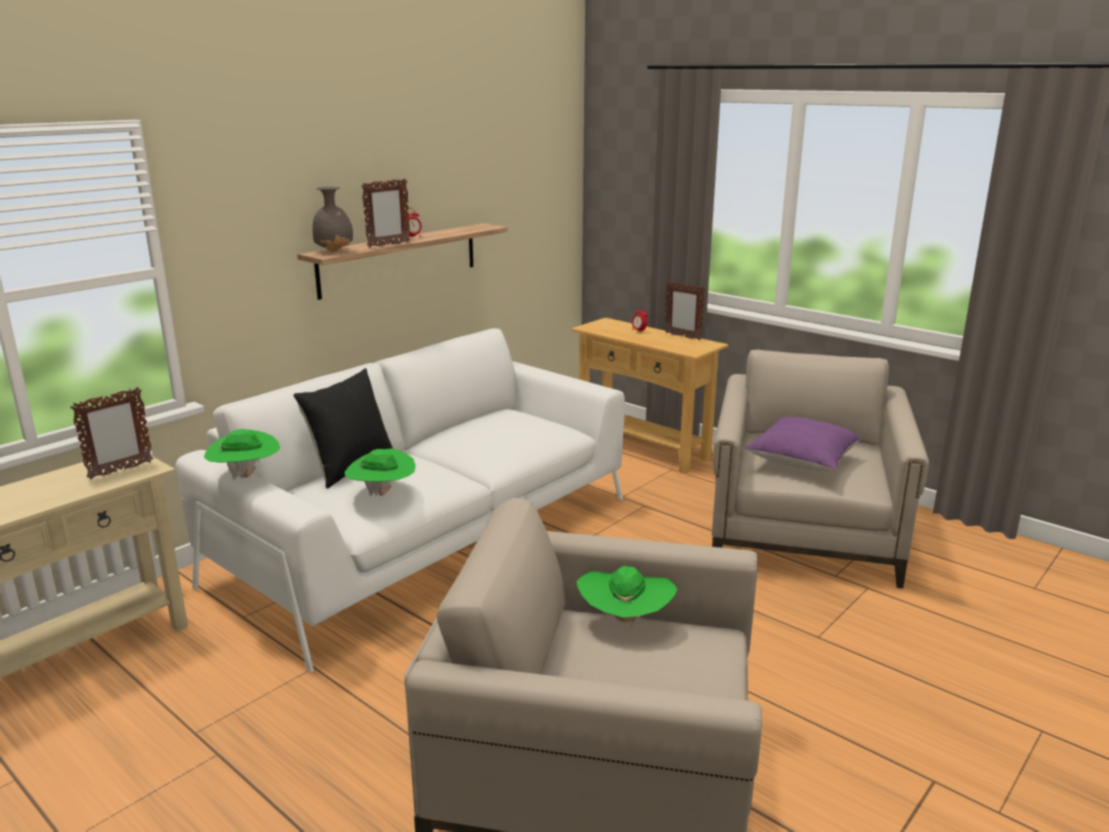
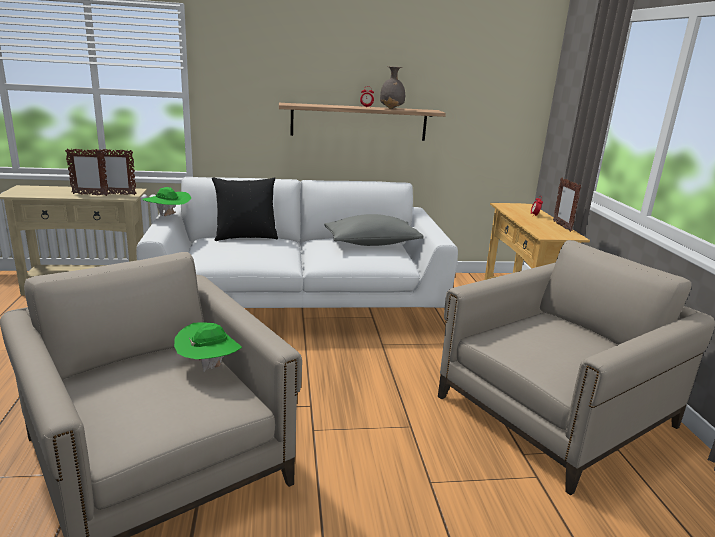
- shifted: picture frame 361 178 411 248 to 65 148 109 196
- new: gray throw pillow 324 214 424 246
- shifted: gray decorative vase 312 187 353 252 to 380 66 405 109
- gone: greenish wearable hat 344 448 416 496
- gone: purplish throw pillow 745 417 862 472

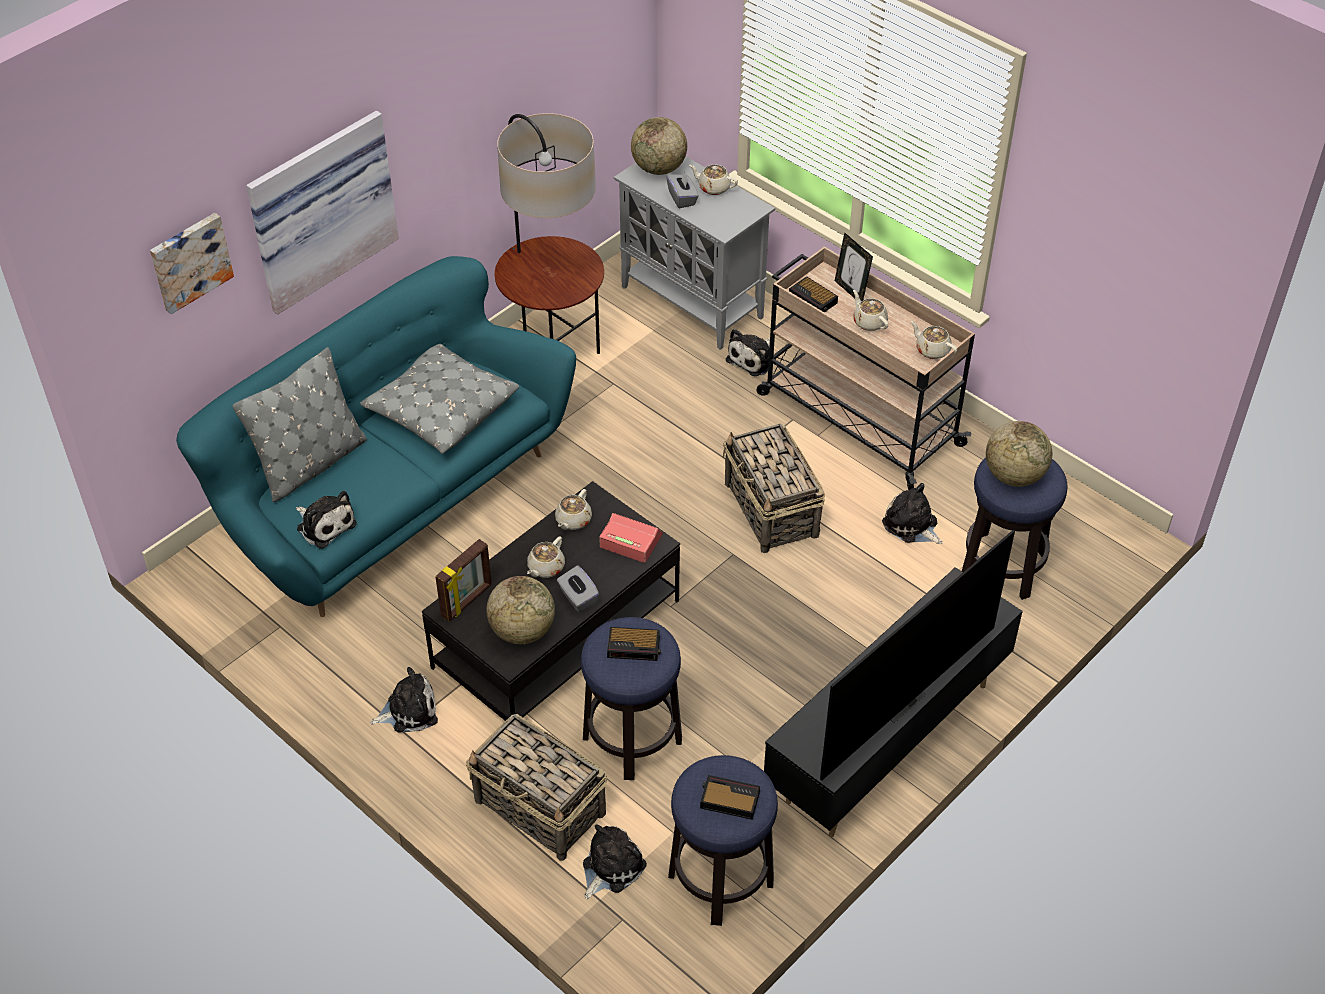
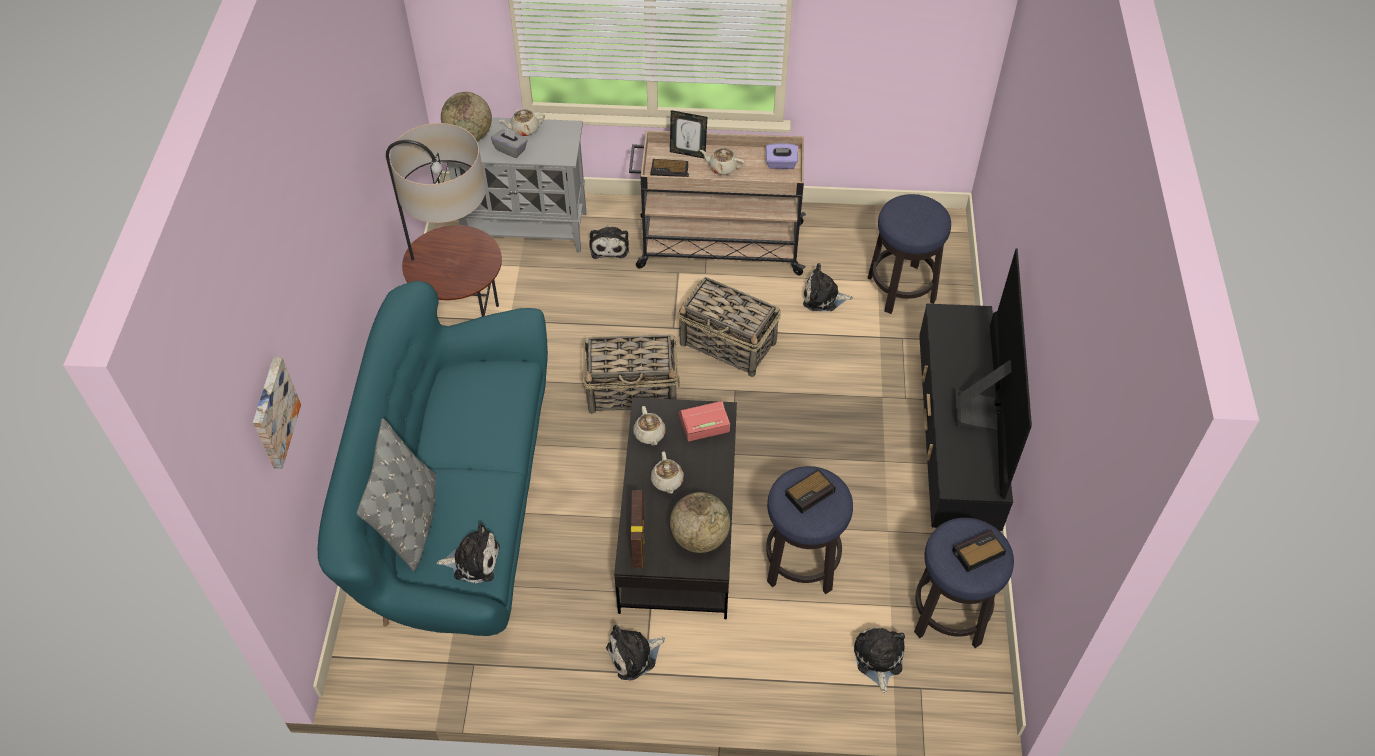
- shifted: storage basket 466 714 607 861 to 583 334 680 414
- rotated: soft toy 371 667 438 733 = 606 625 665 680 150 degrees counterclockwise
- swapped: beige tea pot 911 321 957 359 to purplish box of tissues 766 143 798 169
- gone: wall picture 246 111 399 315
- gone: gray throw pillow 360 344 519 454
- gone: gray box of tissues 557 566 599 612
- gone: globe 986 421 1052 487

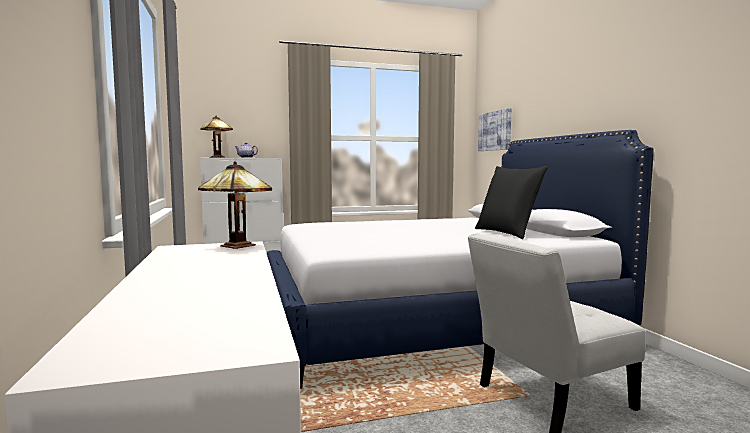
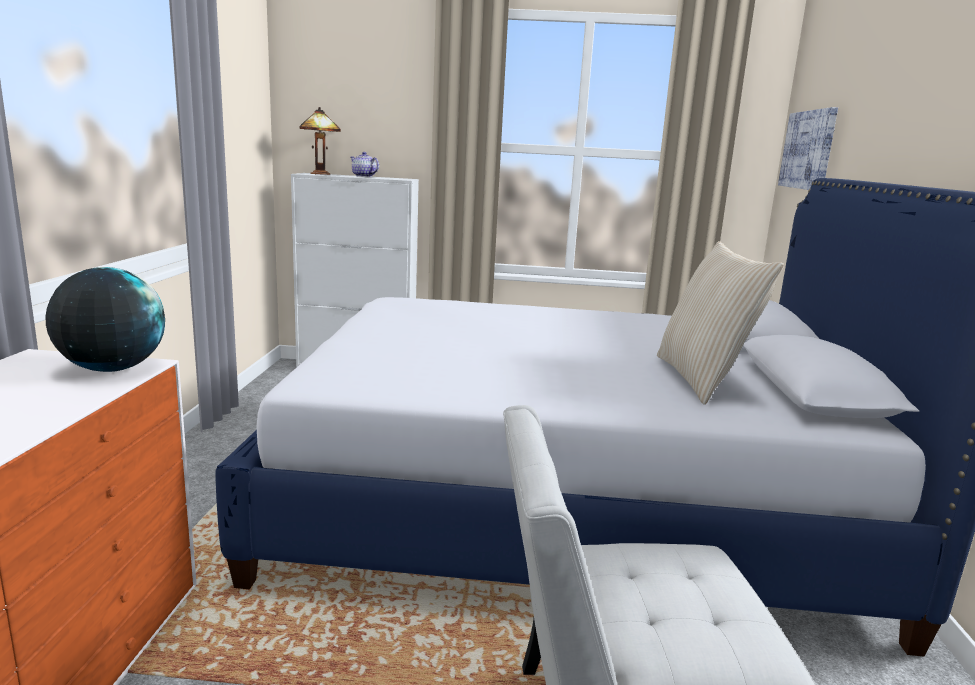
- swapped: lamp for a table 198 161 272 249 to globe 46 267 165 372
- repainted: blackish throw pillow 475 166 548 239 to beige throw pillow 657 241 784 405

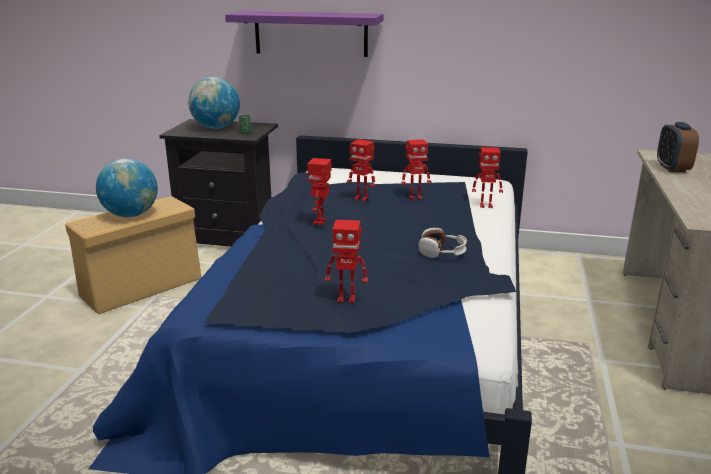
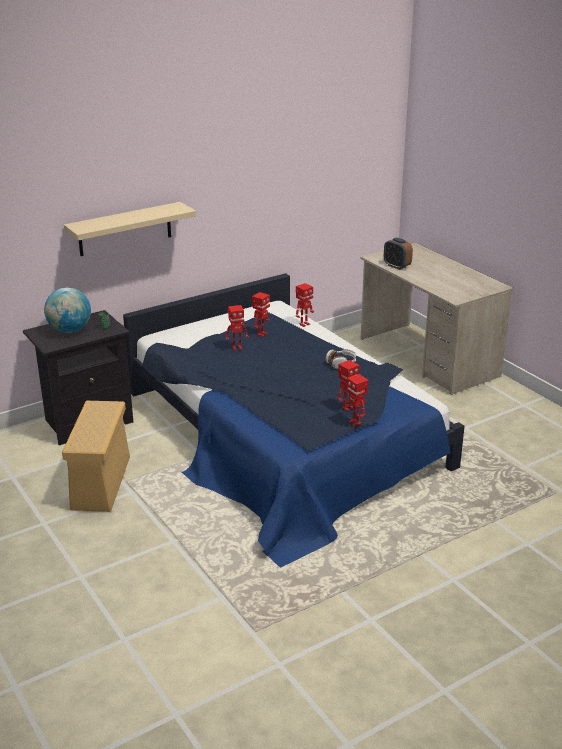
- repainted: purplish bracket shelf 225 11 384 57 to beige bracket shelf 64 202 196 256
- shifted: toy robot 308 158 331 225 to 346 374 369 427
- gone: globe 96 158 158 217

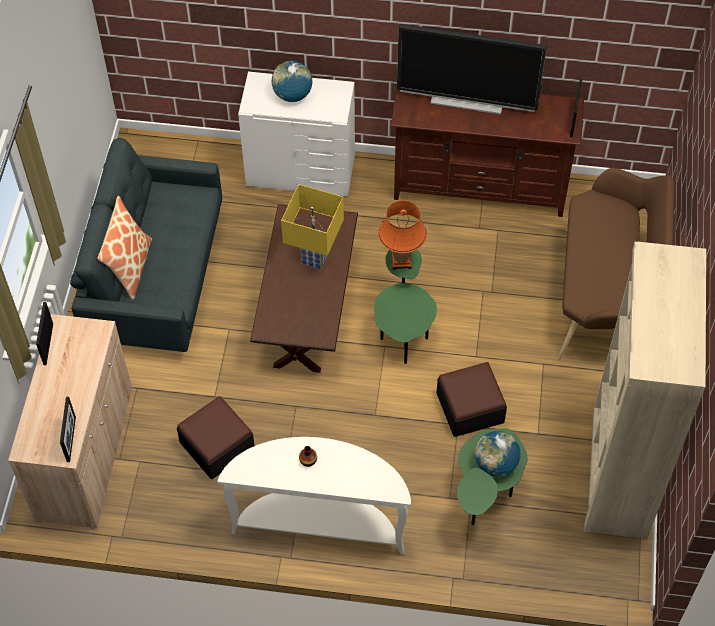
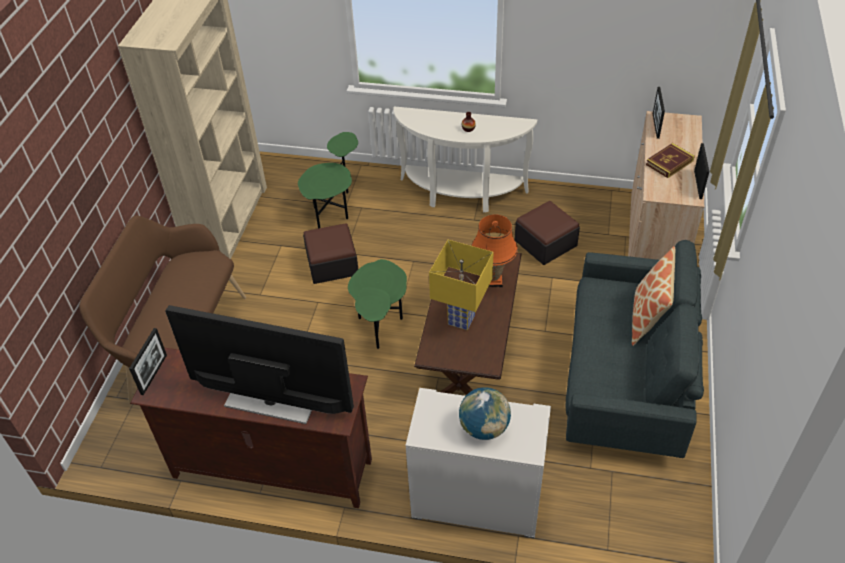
- shifted: orange-coloured lamp for a table 378 200 427 270 to 471 215 518 287
- new: bound book 646 143 695 178
- gone: globe 475 431 521 477

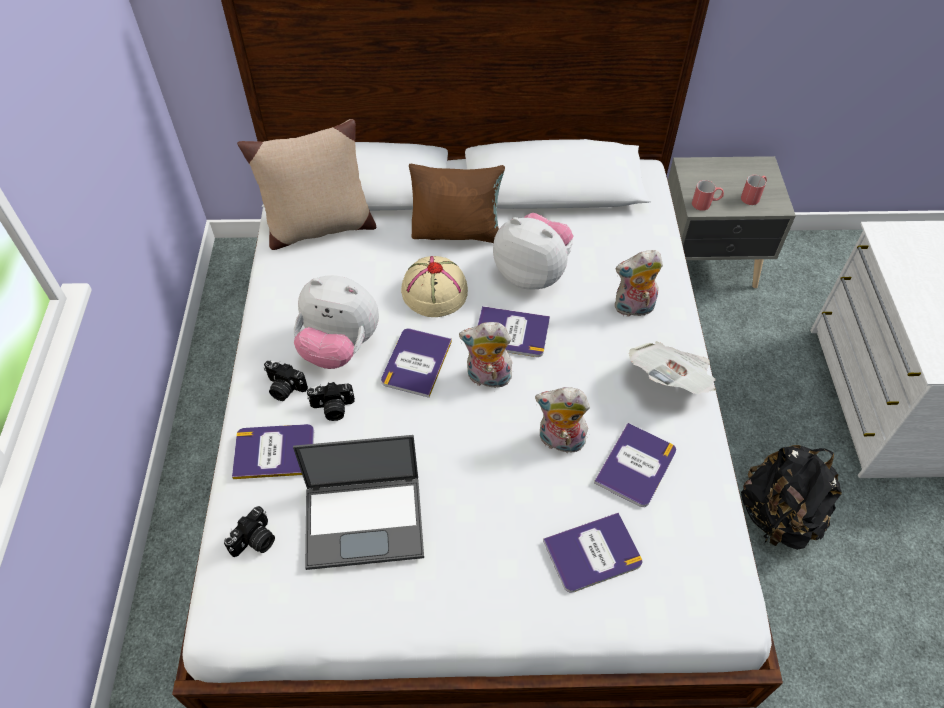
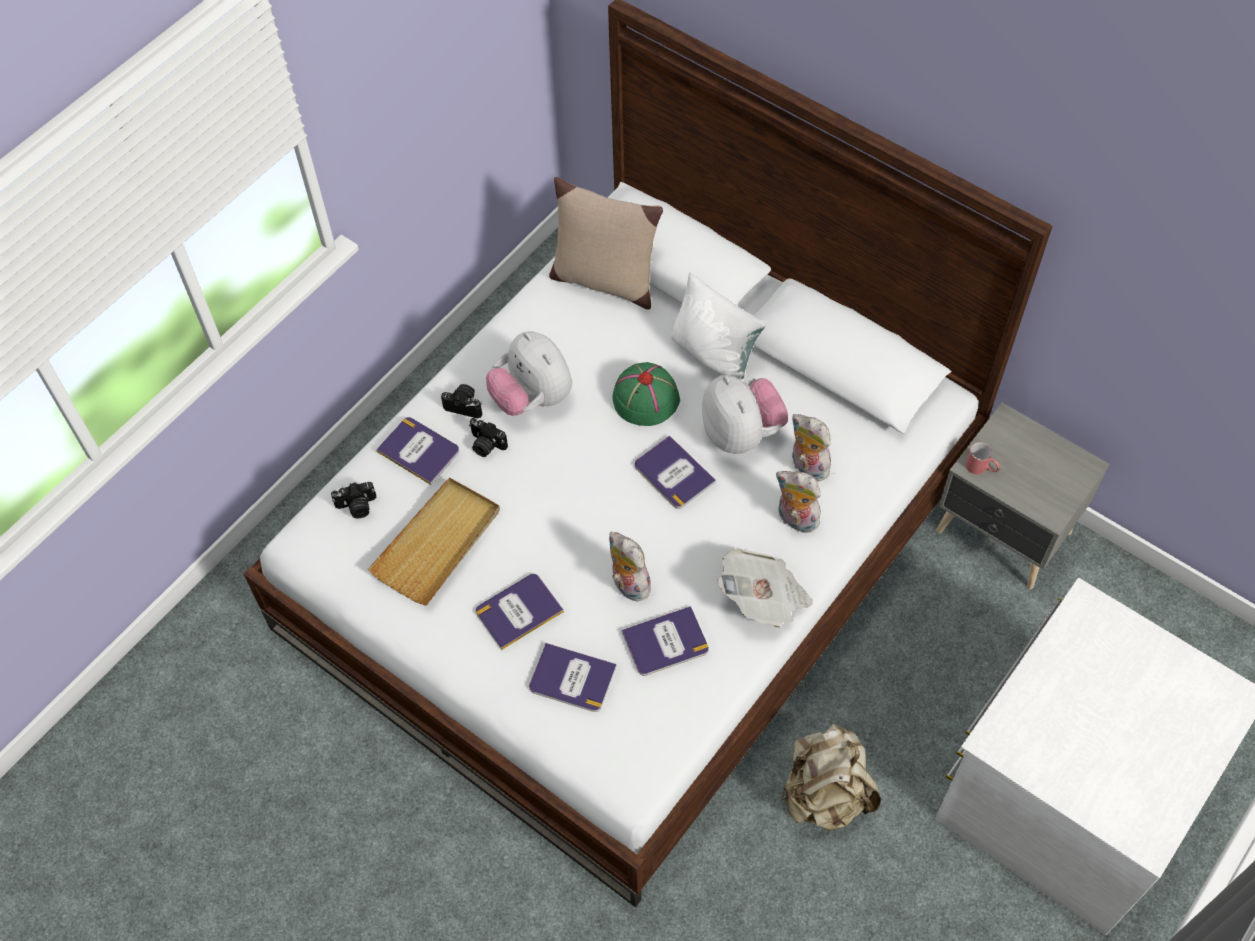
- swapped: portable computer 293 435 424 570 to beige tray 368 478 500 606
- rotated: photo camera 263 360 308 401 = 441 384 482 418 135 degrees clockwise
- shifted: bound book 381 328 452 398 to 476 574 564 650
- repainted: beige wearable hat 401 256 468 317 to greenish wearable hat 612 362 680 426
- repainted: brown-coloured throw pillow 409 164 505 243 to white-coloured throw pillow 670 273 767 379
- repainted: blackish rucksack 741 445 842 550 to beige rucksack 781 724 881 831
- shifted: soft toy 459 322 512 388 to 792 414 831 482
- gone: red coffee mug 741 175 767 205

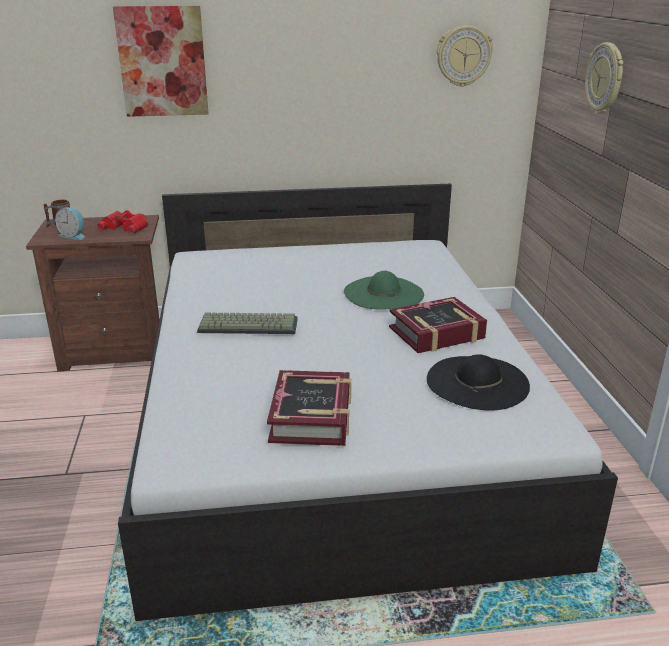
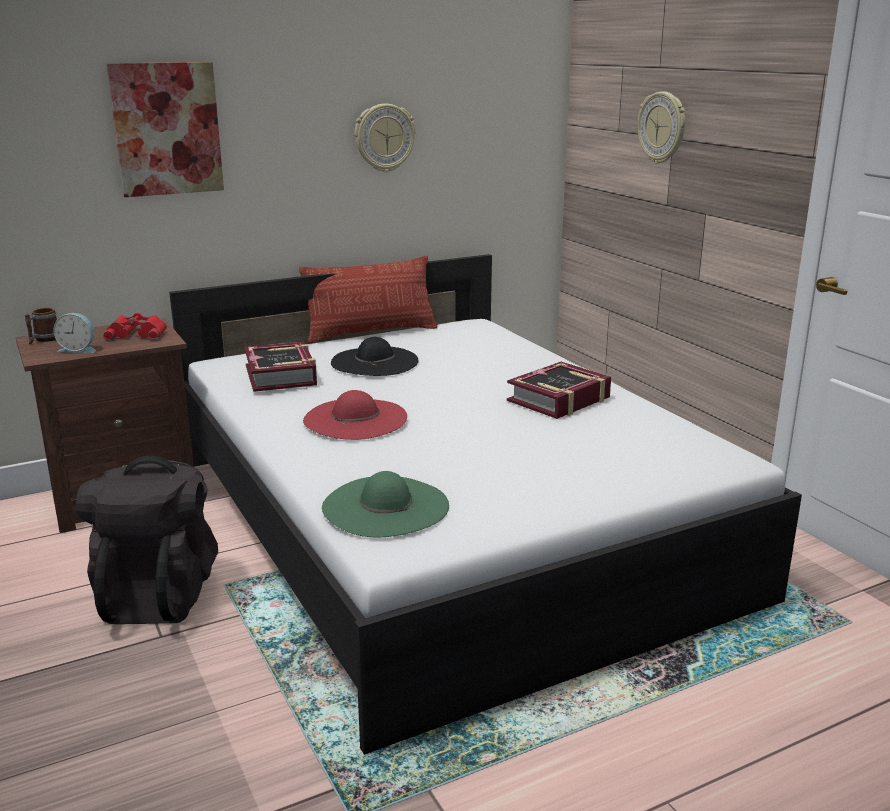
- new: blackish rucksack 76 455 218 624
- shifted: bound book 267 370 351 446 to 244 342 317 392
- new: throw pillow 299 256 437 343
- swapped: computer keyboard 197 313 298 334 to red wearable hat 303 390 407 440
- shifted: greenish wearable hat 344 271 424 309 to 322 471 449 537
- shifted: blackish wearable hat 427 354 530 411 to 331 337 418 376
- shifted: wall clock 437 25 493 87 to 355 104 416 172

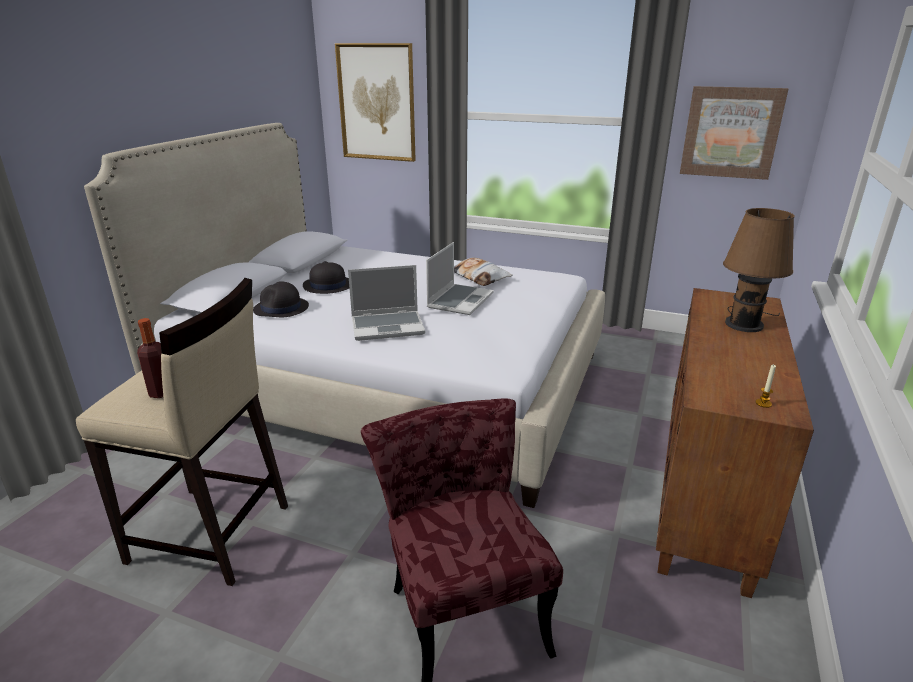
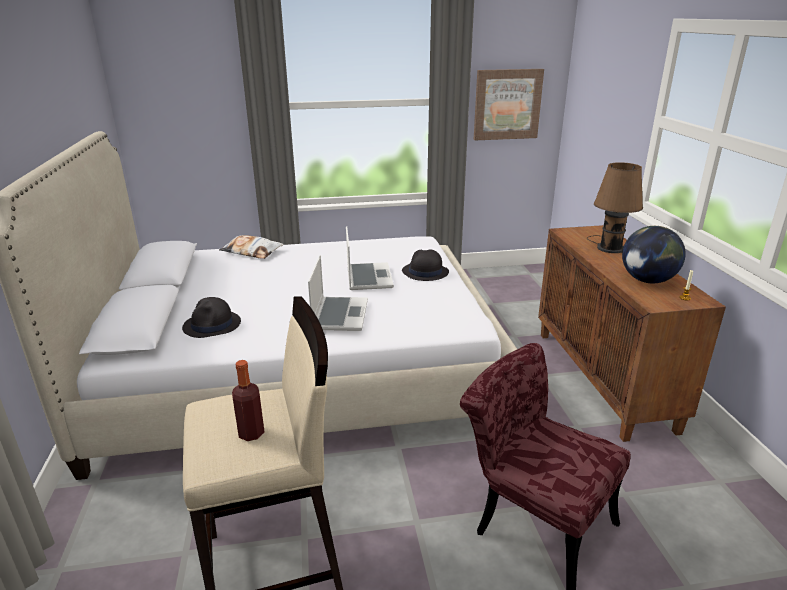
- shifted: throw pillow 454 258 512 286 to 219 235 283 259
- rotated: portable computer 348 265 425 341 = 308 255 368 331 45 degrees counterclockwise
- shifted: blackish wearable hat 303 261 349 294 to 402 250 449 281
- new: globe 622 226 686 283
- gone: wall picture 335 43 416 162

